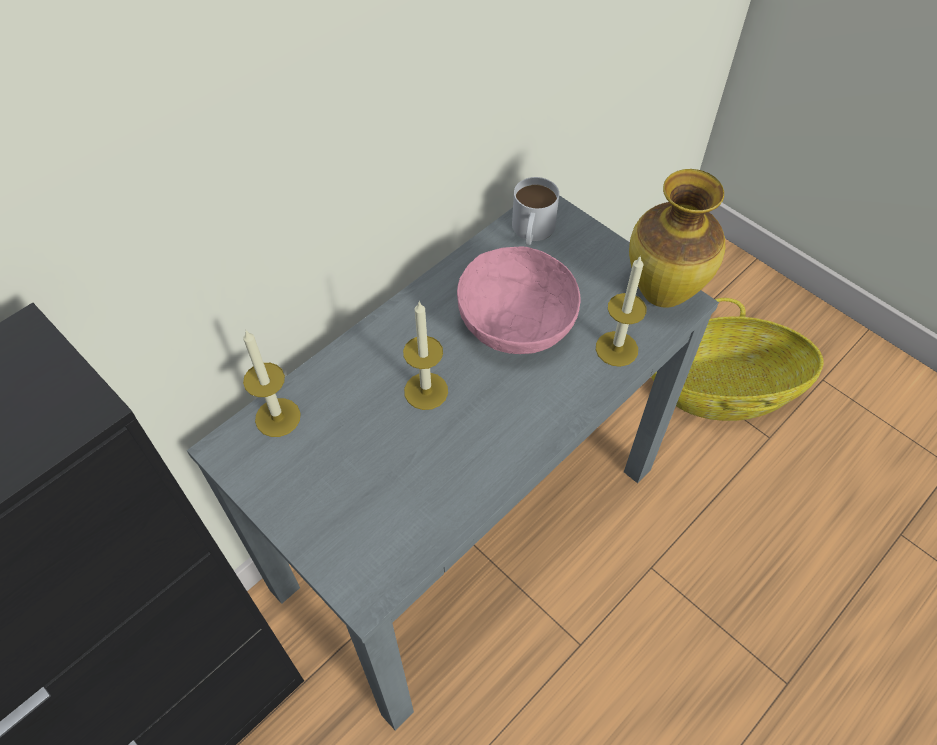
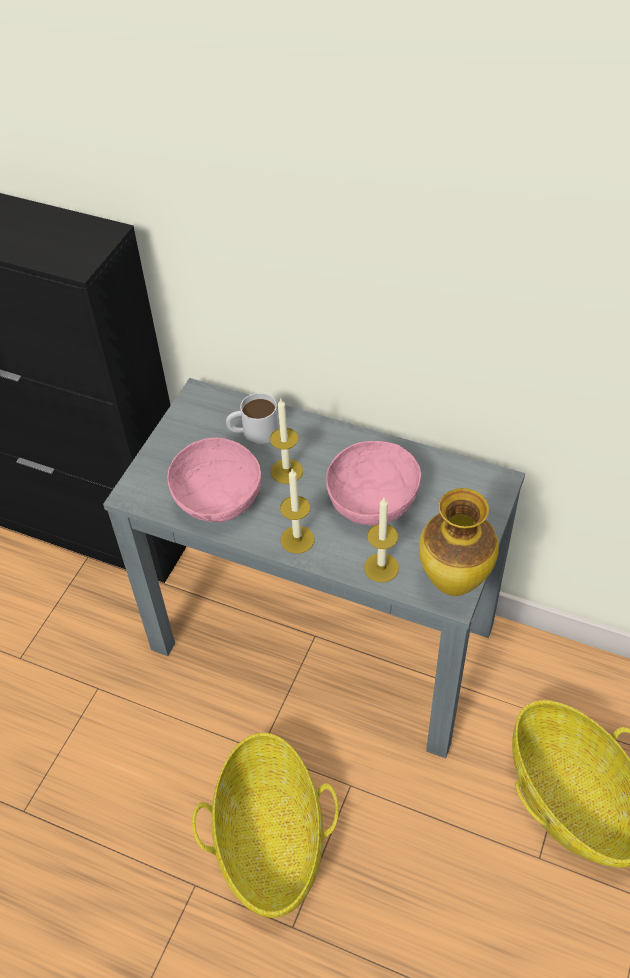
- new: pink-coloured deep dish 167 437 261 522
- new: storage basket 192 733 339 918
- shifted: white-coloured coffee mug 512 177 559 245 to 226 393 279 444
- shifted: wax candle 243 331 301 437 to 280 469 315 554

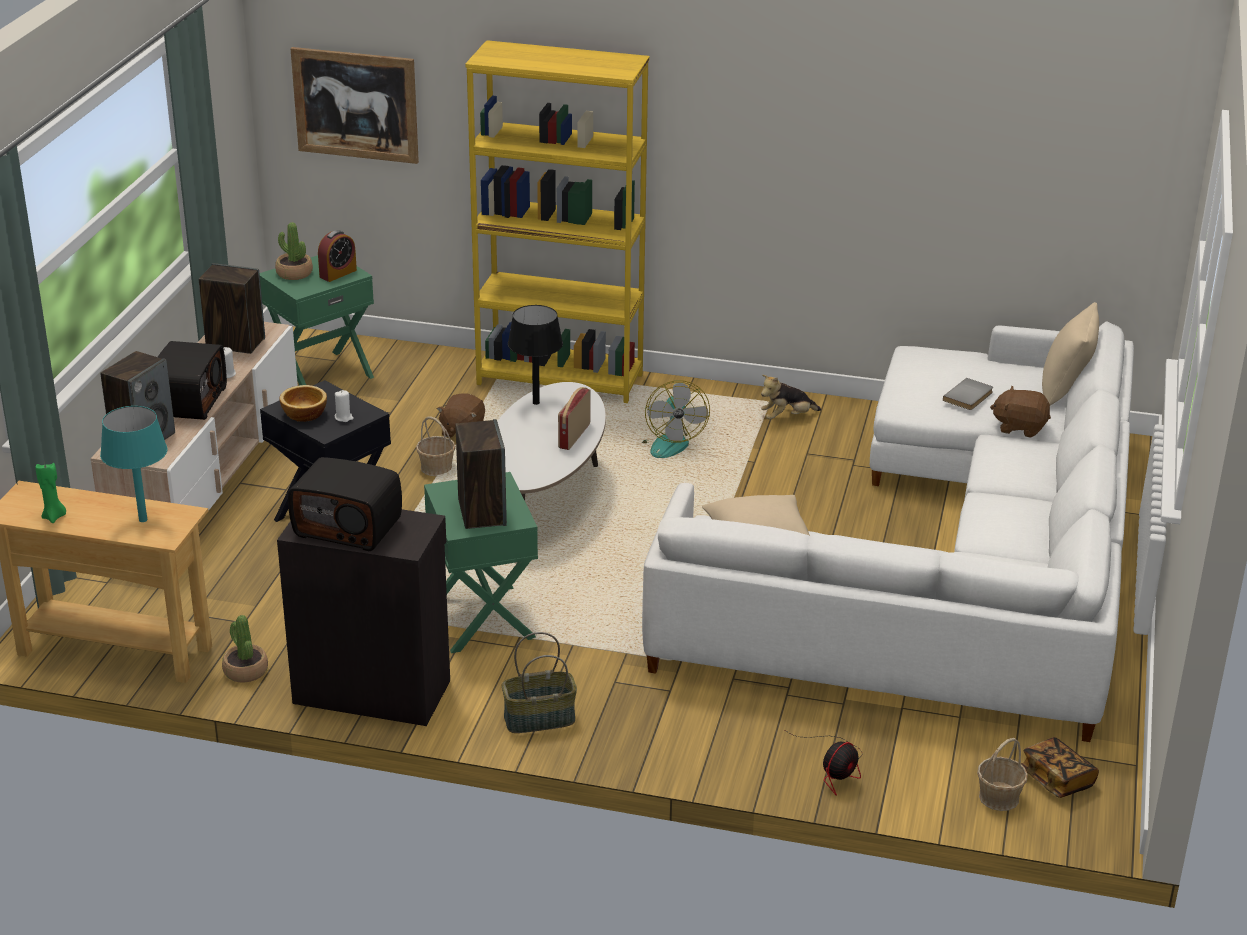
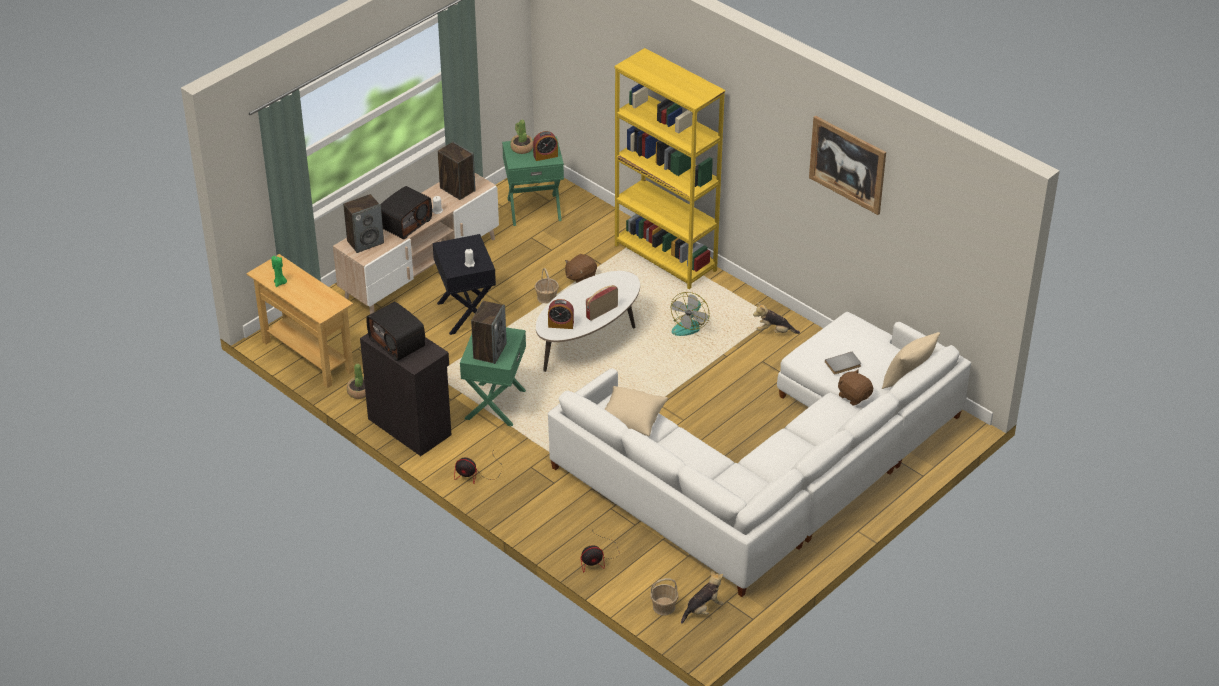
- swapped: storage basket 502 632 577 733 to fan 454 447 503 484
- new: alarm clock 548 299 574 329
- swapped: bound book 1021 737 1099 798 to soft toy 681 570 723 624
- shifted: wall picture 291 47 419 164 to 809 116 886 215
- gone: blue-green lamp for a table 100 406 168 522
- gone: deep dish 280 385 327 422
- gone: blackish lamp for a table 508 305 563 405

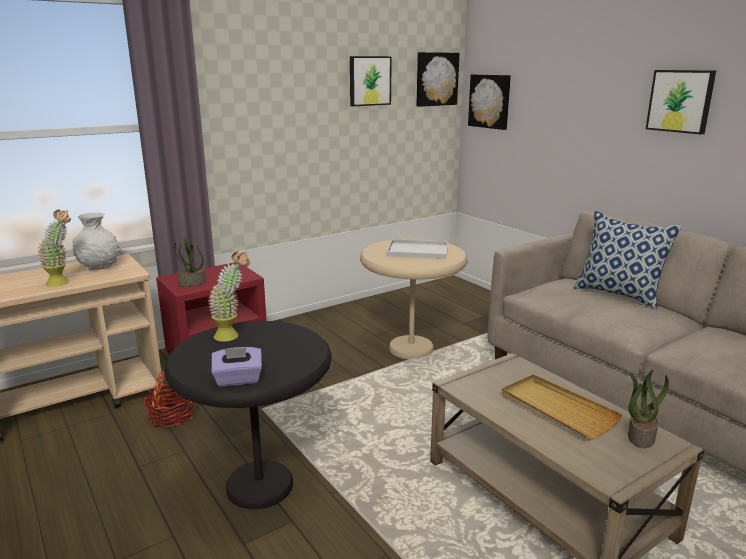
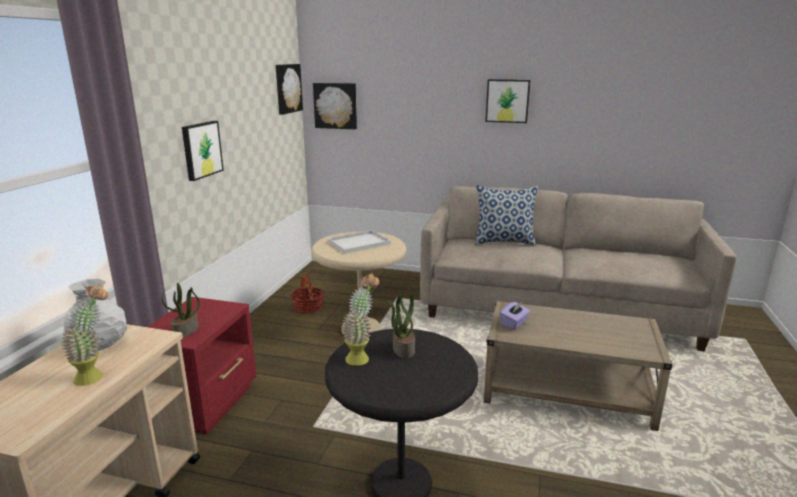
- shifted: wall picture 350 56 392 106 to 182 121 224 181
- shifted: storage basket 144 371 195 428 to 291 275 324 314
- shifted: plant in a pot 628 370 669 448 to 387 293 415 359
- shifted: purplish box of tissues 211 347 262 386 to 500 301 530 330
- gone: beige tray 502 375 623 440

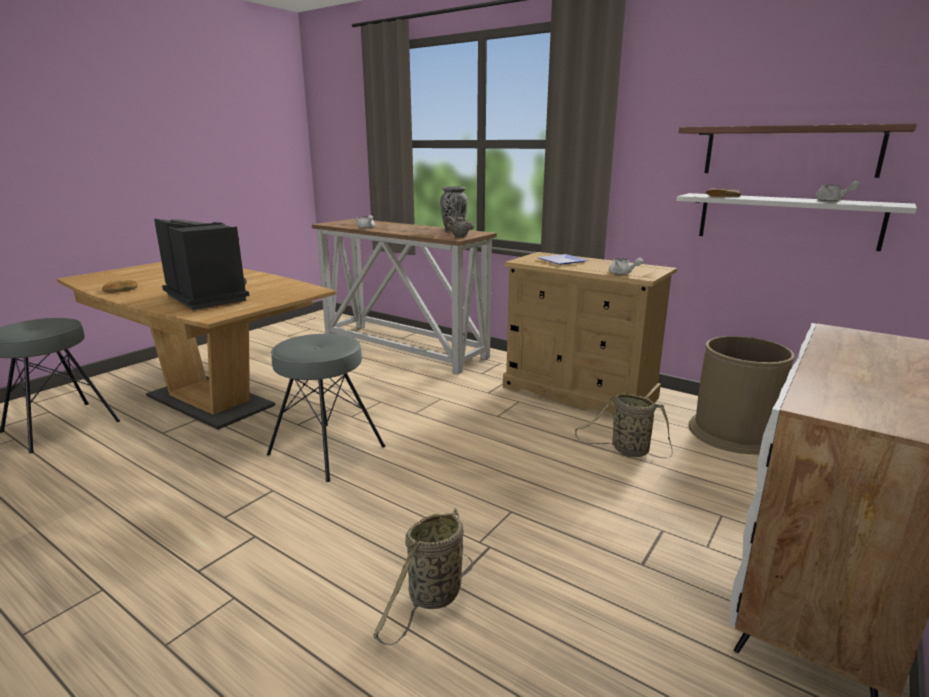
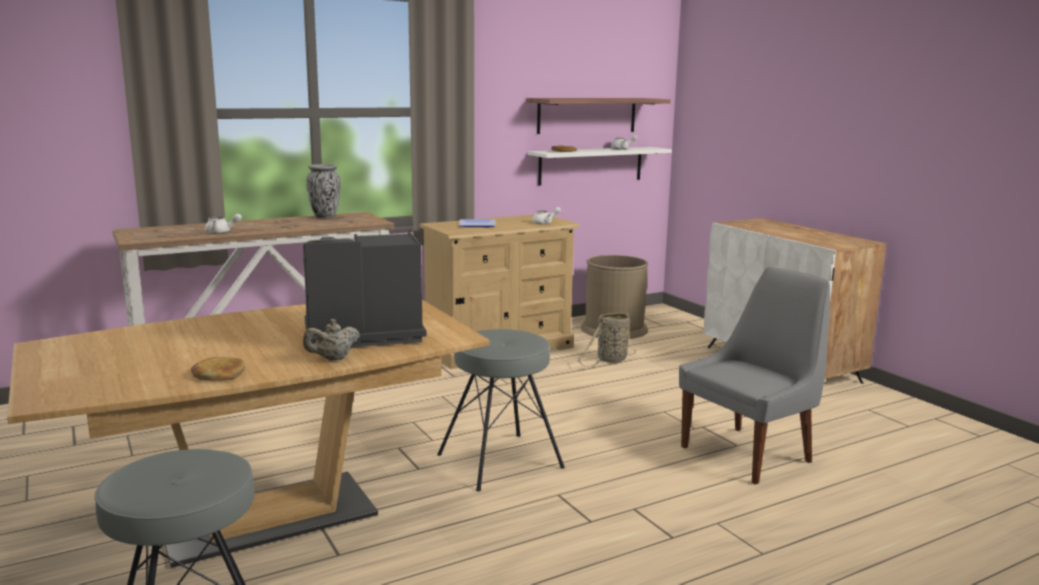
- shifted: beige tea pot 445 214 474 237 to 303 319 360 360
- swapped: storage basket 374 508 473 645 to gray upright chair 679 267 830 485

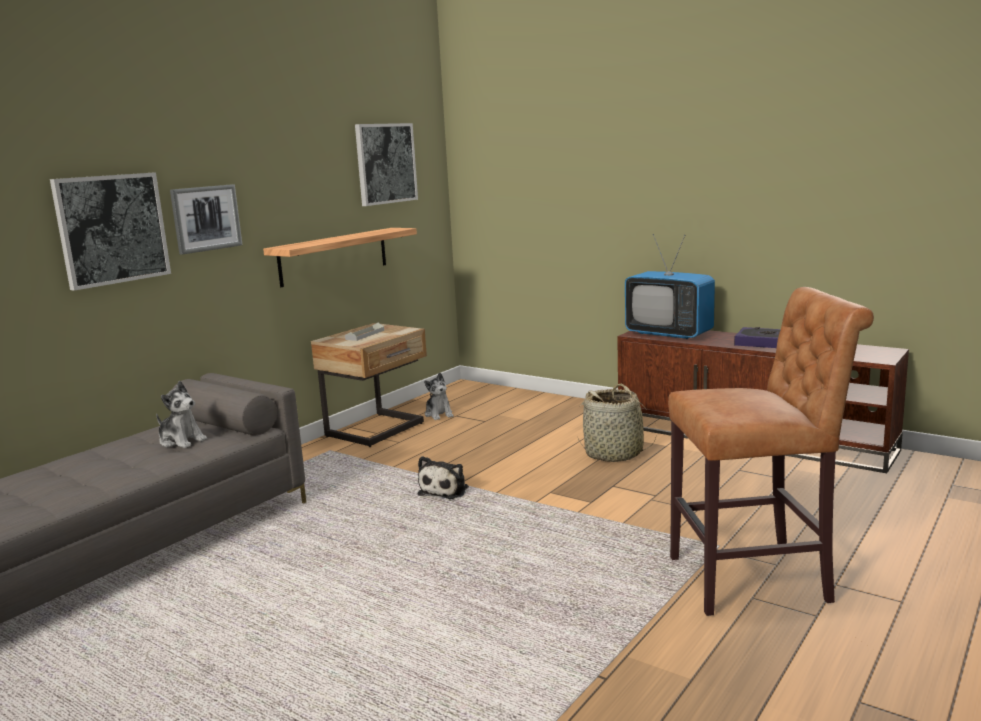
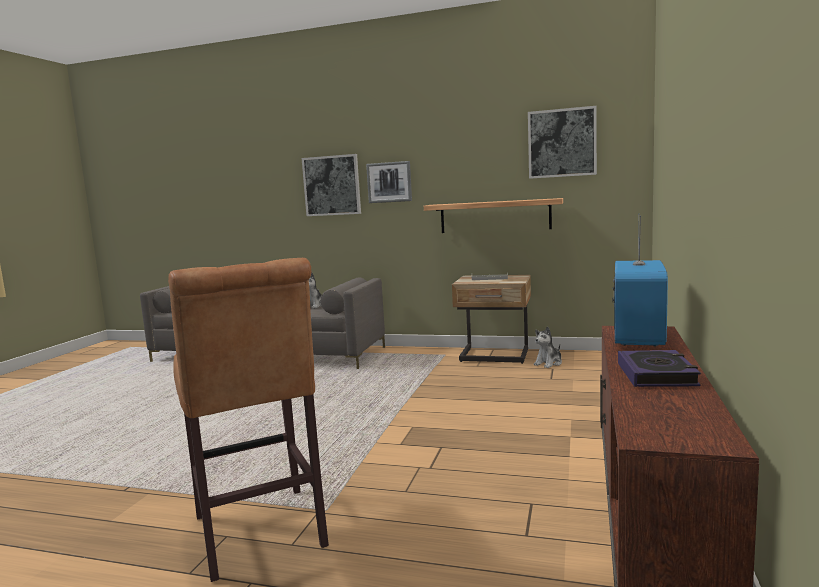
- gone: soft toy 418 456 469 499
- gone: storage basket 578 384 656 462

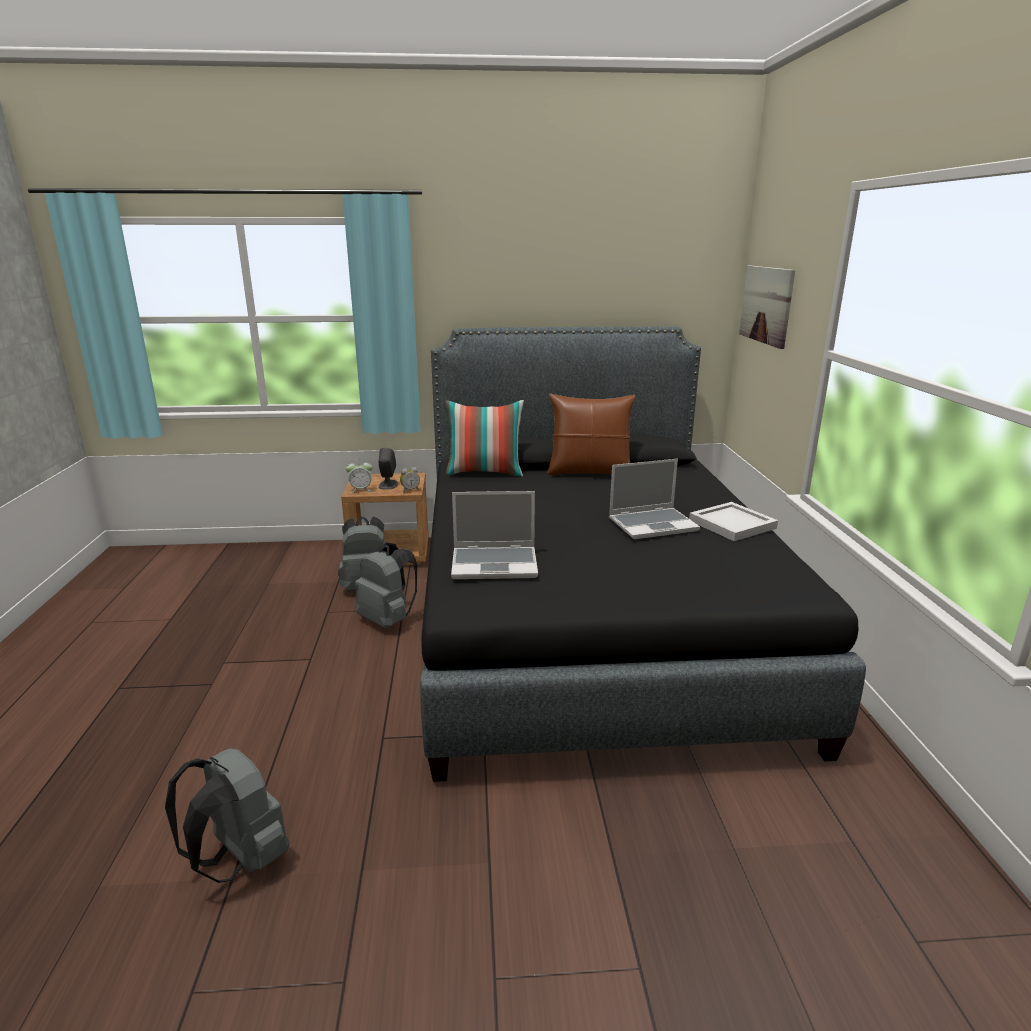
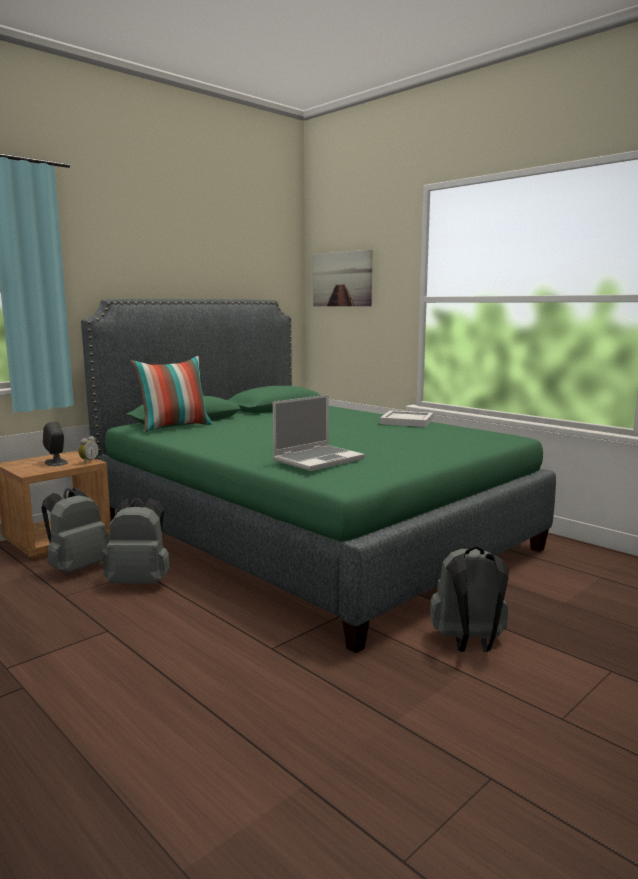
- repainted: blackish sleeping bed 420 326 866 782 to greenish sleeping bed 81 299 556 653
- shifted: gray rucksack 165 748 290 883 to 430 546 509 652
- gone: alarm clock 346 459 373 493
- gone: brown-coloured throw pillow 547 394 636 475
- gone: portable computer 609 459 700 539

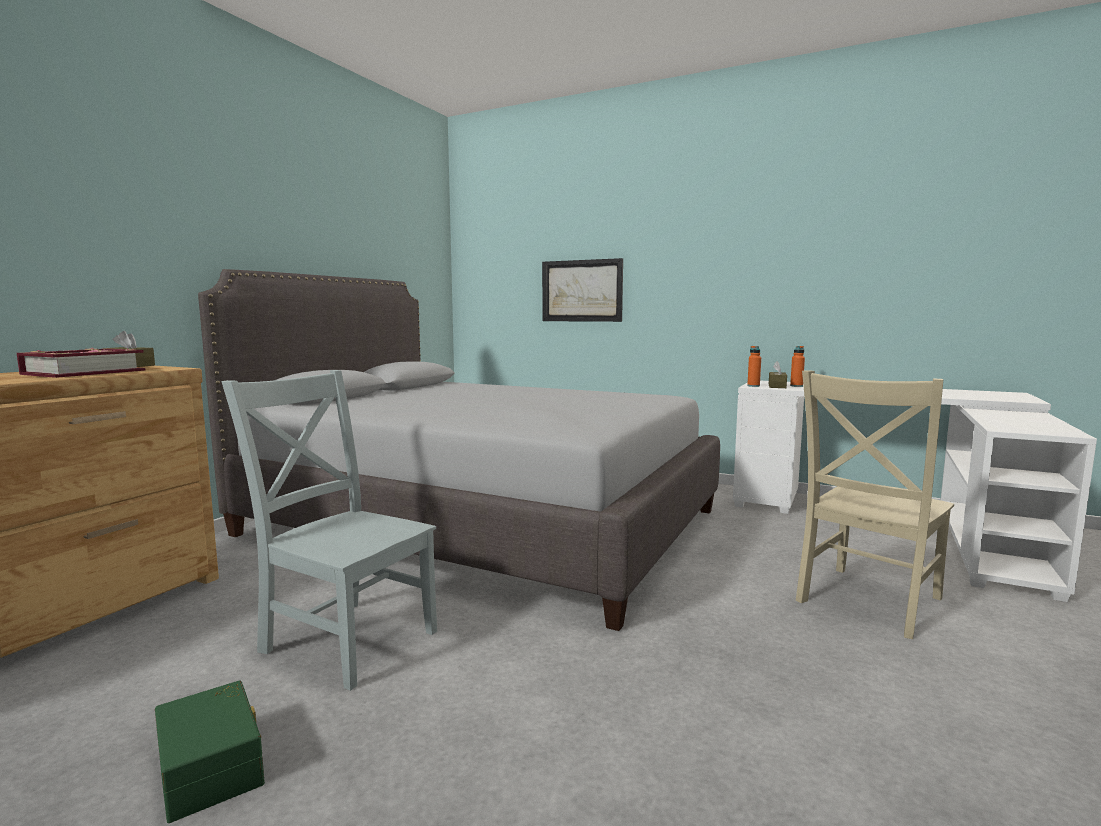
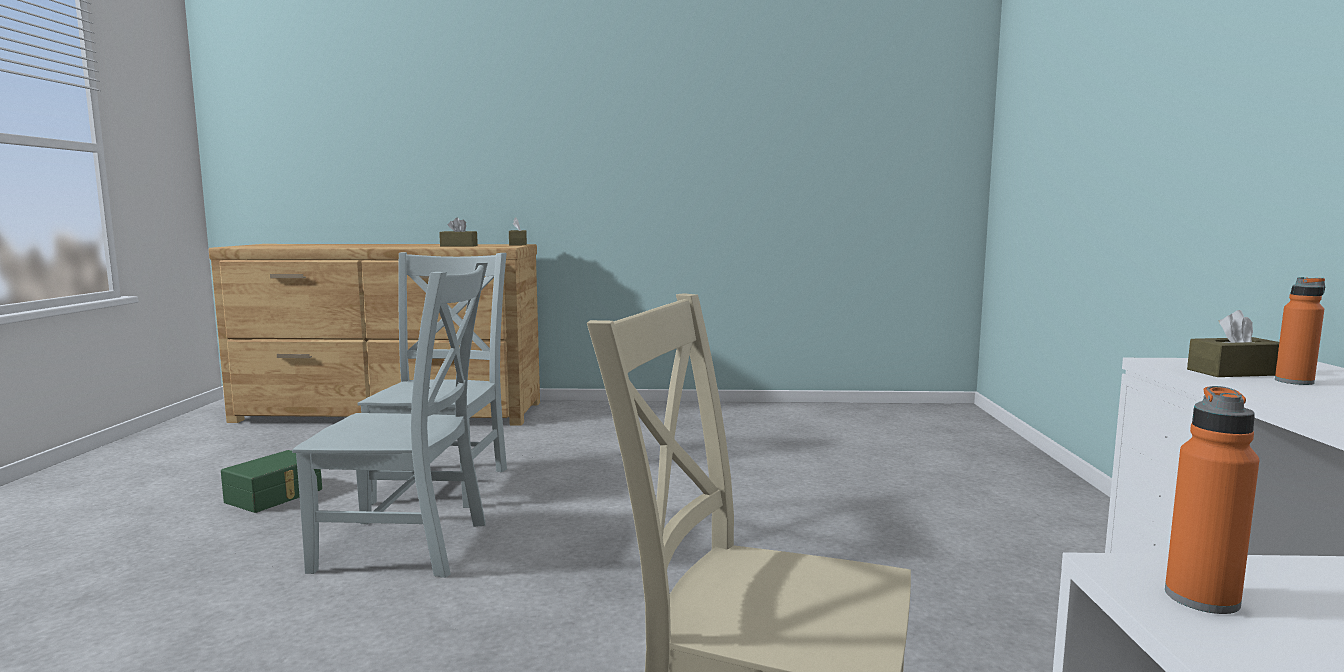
- new: gray upright chair 292 262 488 578
- swapped: bound book 17 348 145 378 to brown-coloured box of tissues 439 217 478 247
- shifted: orange-coloured drink bottle 747 346 761 387 to 1165 386 1259 614
- gone: gray sleeping bed 198 269 720 631
- gone: wall picture 542 258 623 322

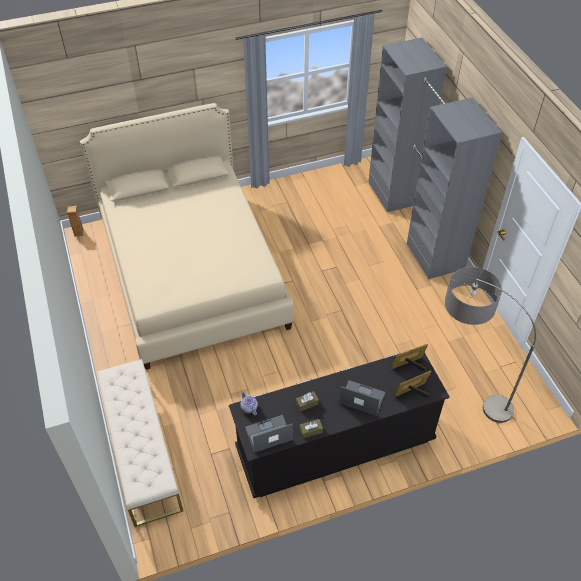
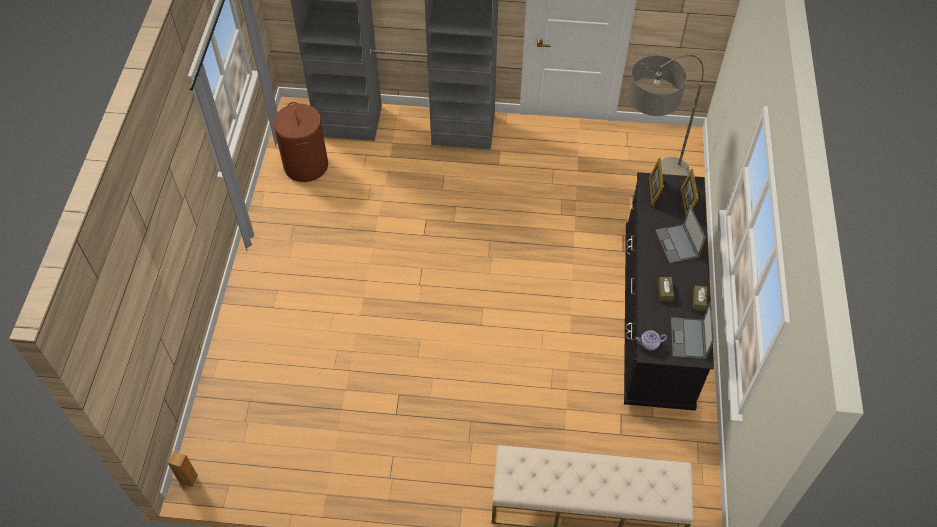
- new: brown-coloured hamper 273 102 328 182
- rotated: portable computer 339 380 385 416 = 655 205 706 263 60 degrees counterclockwise
- gone: beige sleeping bed 80 103 294 370

